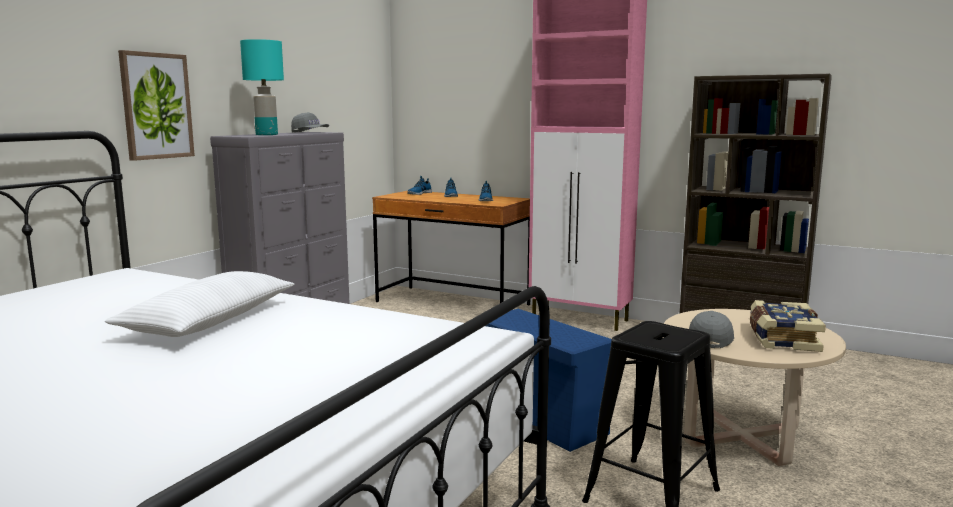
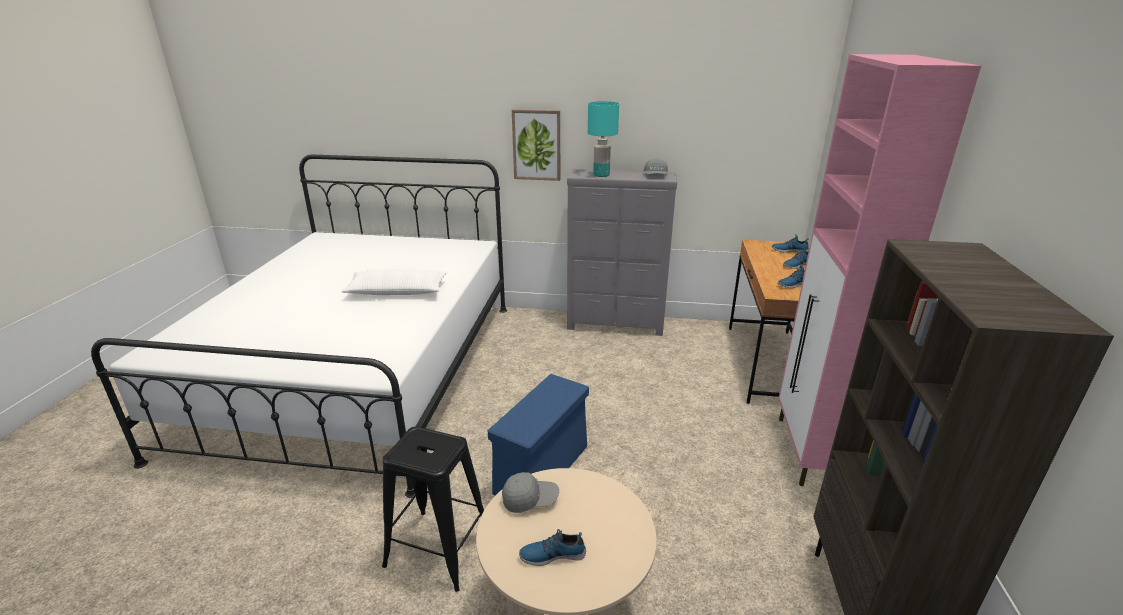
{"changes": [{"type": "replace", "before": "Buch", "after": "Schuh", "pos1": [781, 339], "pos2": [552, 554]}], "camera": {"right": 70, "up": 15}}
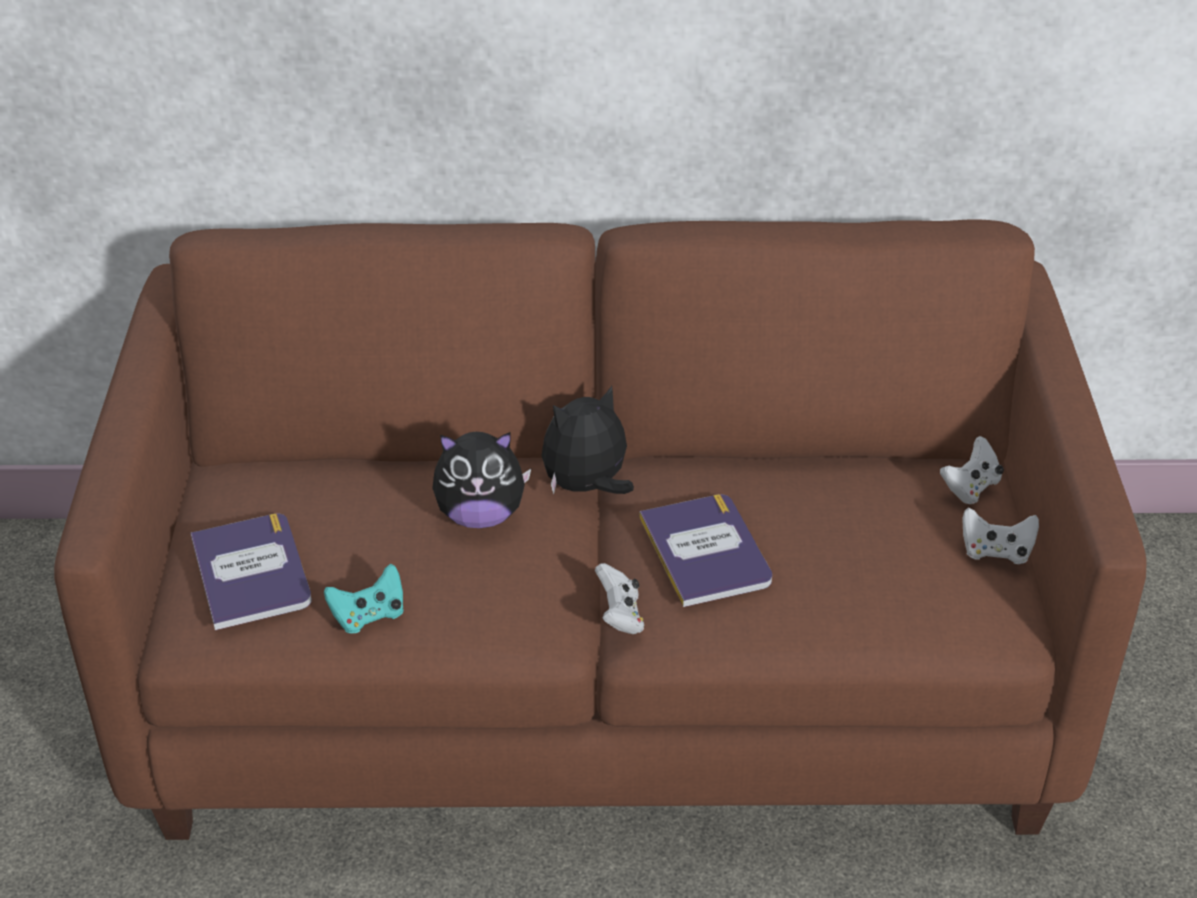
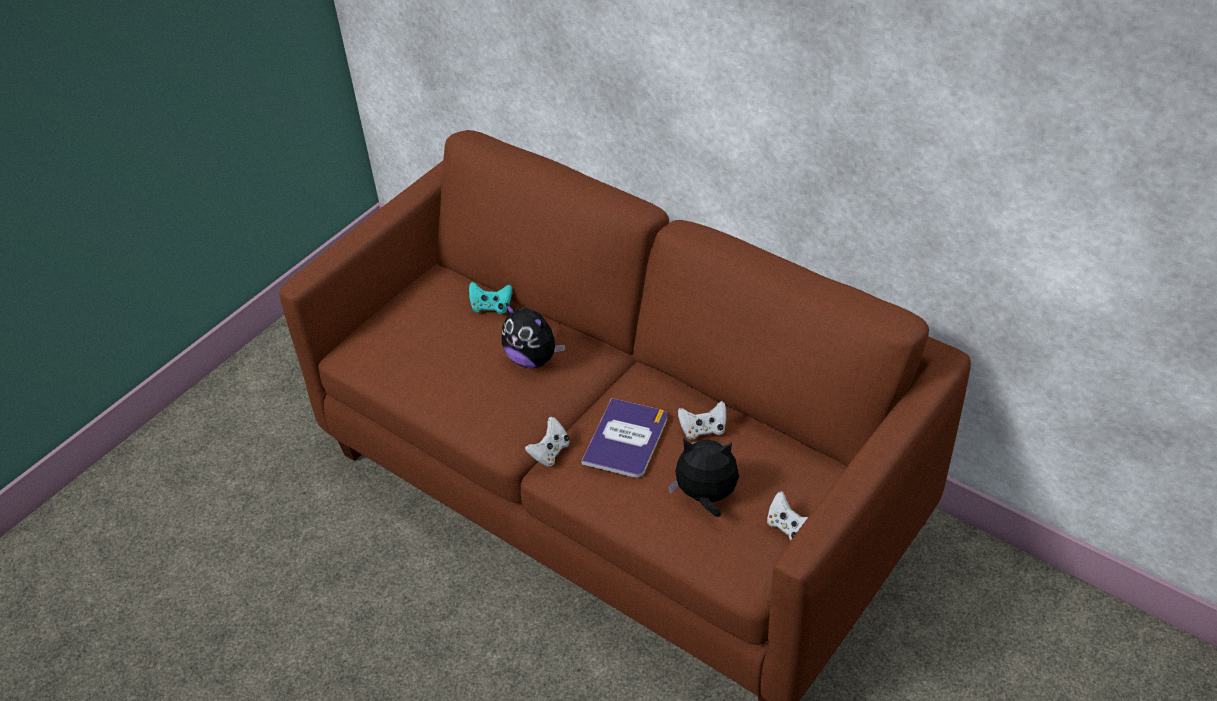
{"changes": [{"type": "delete", "before": "Buch", "pos1": [251, 572]}, {"type": "move", "before": "Gamepad [türkis]", "pos1": [369, 616], "pos2": [491, 307]}, {"type": "move", "before": "Plüschtier", "pos1": [587, 487], "pos2": [706, 497]}, {"type": "move", "before": "Gamepad [weiß]", "pos1": [970, 487], "pos2": [703, 430]}], "camera": {"right": 40, "up": 5}}
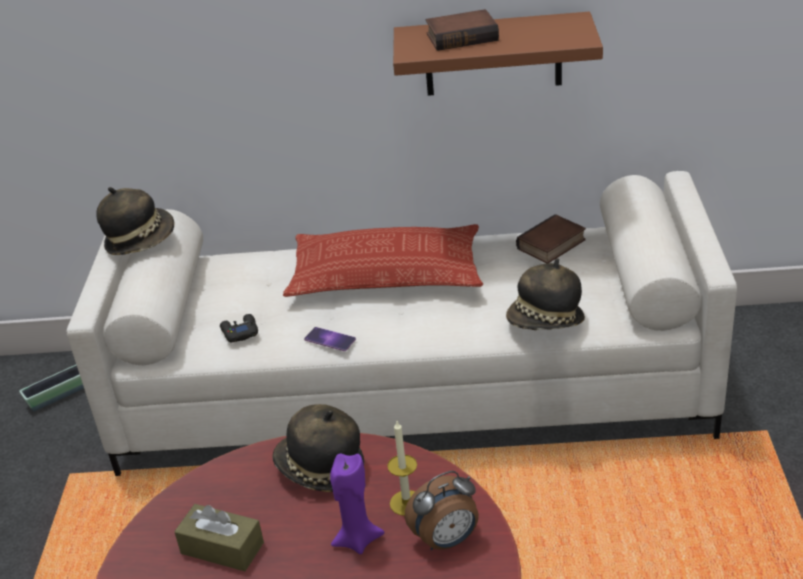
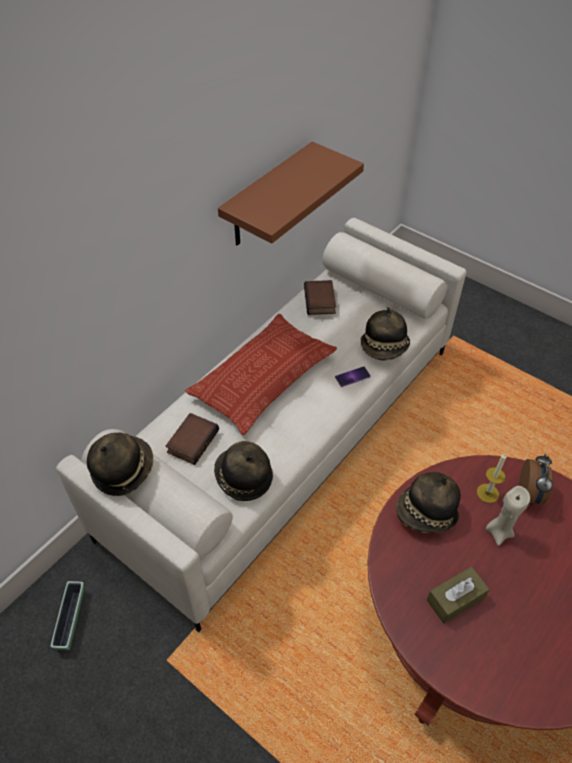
{"changes": [{"type": "move", "before": "Handy", "pos1": [330, 339], "pos2": [352, 377]}, {"type": "move", "before": "Buch", "pos1": [462, 36], "pos2": [192, 440]}, {"type": "replace", "before": "Gamepad [schwarz]", "after": "Hut", "pos1": [239, 332], "pos2": [243, 478]}, {"type": "recolor", "before": "Kerze [lila]", "after": "Kerze [beige]", "pos1": [357, 539], "pos2": [499, 531]}], "camera": {"right": -55, "up": 15}}
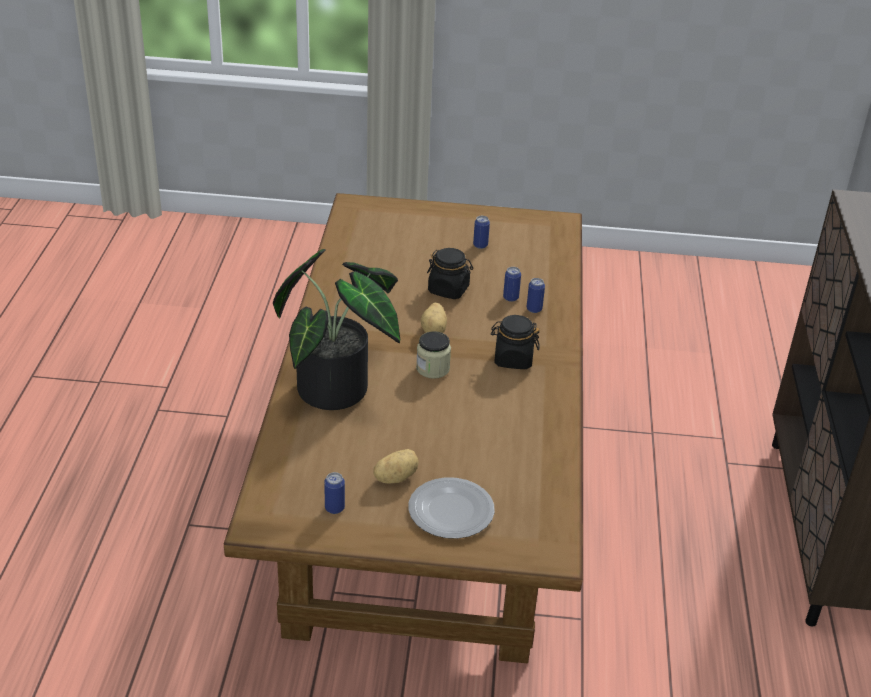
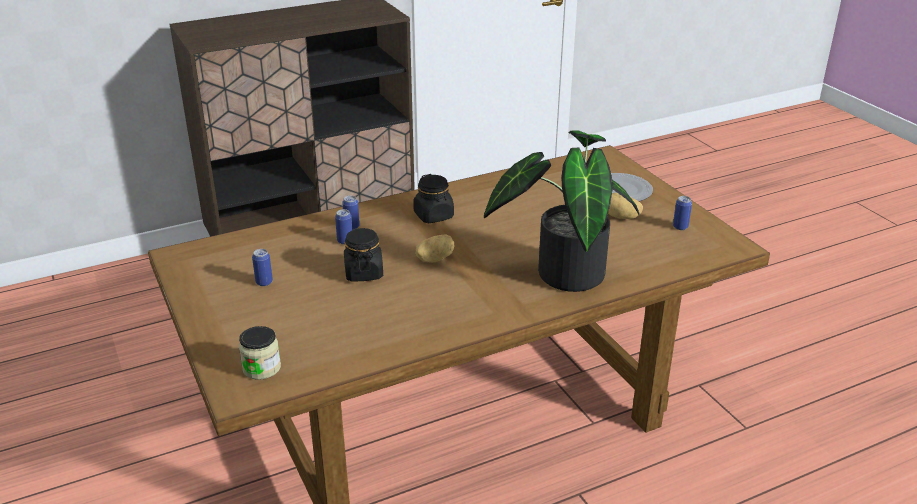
{"changes": [{"type": "move", "before": "Vorratsglas", "pos1": [433, 368], "pos2": [261, 368]}], "camera": {"right": -120, "up": -5}}
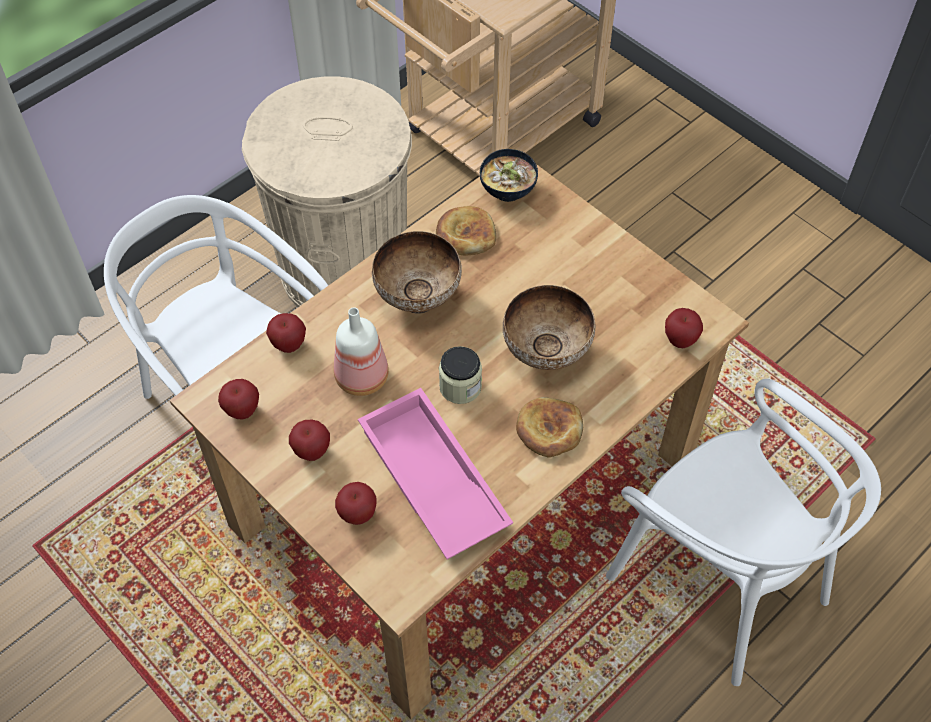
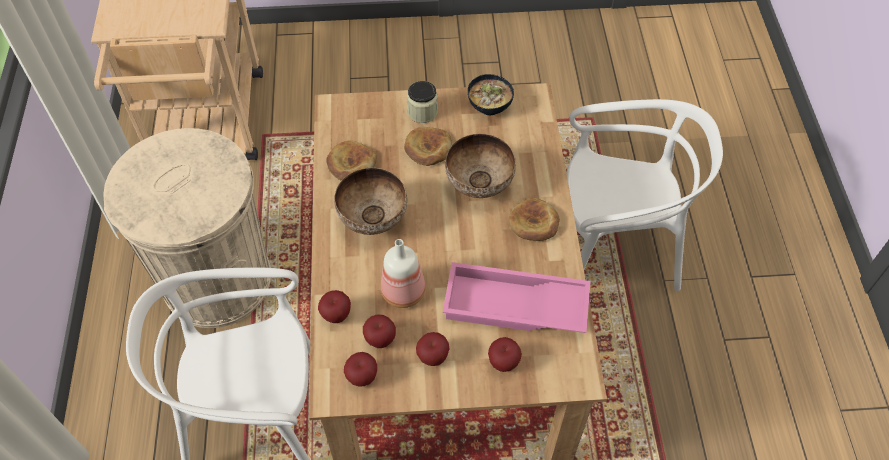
{"changes": [{"type": "insert", "after": "Brot", "pos2": [428, 148]}, {"type": "move", "before": "Vorratsglas", "pos1": [460, 387], "pos2": [422, 112]}, {"type": "move", "before": "Schüssel", "pos1": [509, 190], "pos2": [490, 106]}, {"type": "move", "before": "Apfel", "pos1": [680, 340], "pos2": [380, 340]}], "camera": {"right": -50, "up": 0}}
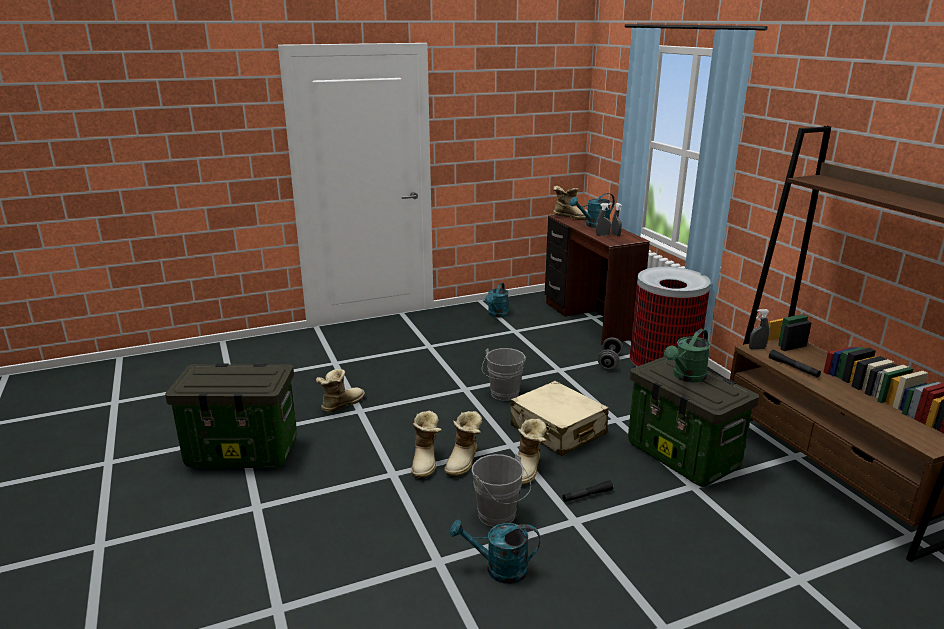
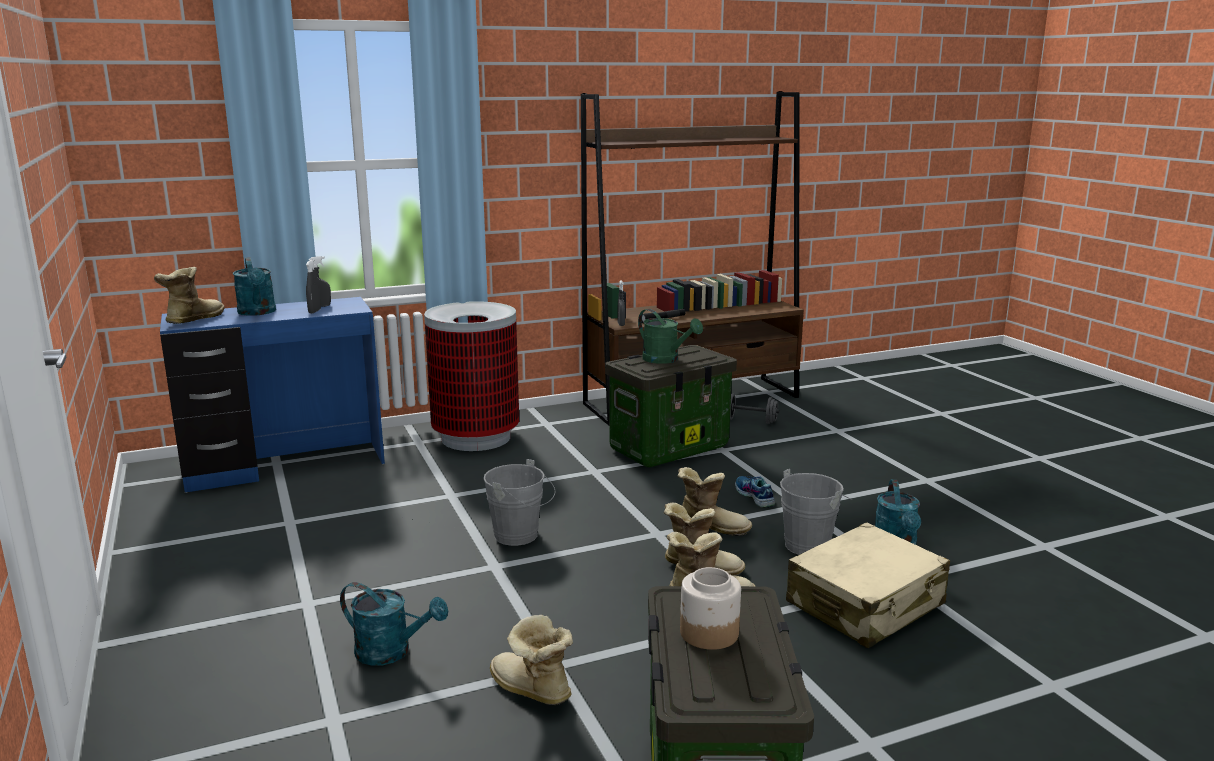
{"changes": [{"type": "insert", "after": "Vorratsglas", "pos2": [708, 633]}, {"type": "move", "before": "Gießkanne [türkis]", "pos1": [497, 315], "pos2": [392, 652]}, {"type": "move", "before": "Koffer [beige]", "pos1": [557, 430], "pos2": [865, 604]}, {"type": "move", "before": "Hantel [grau]", "pos1": [609, 362], "pos2": [749, 420]}, {"type": "replace", "before": "Taschenlampe [schwarz]", "after": "Schuh", "pos1": [587, 495], "pos2": [754, 496]}, {"type": "recolor", "before": "Schreibtisch [braun]", "after": "Schreibtisch [blau]", "pos1": [588, 320], "pos2": [285, 466]}], "camera": {"right": -90, "up": -5}}
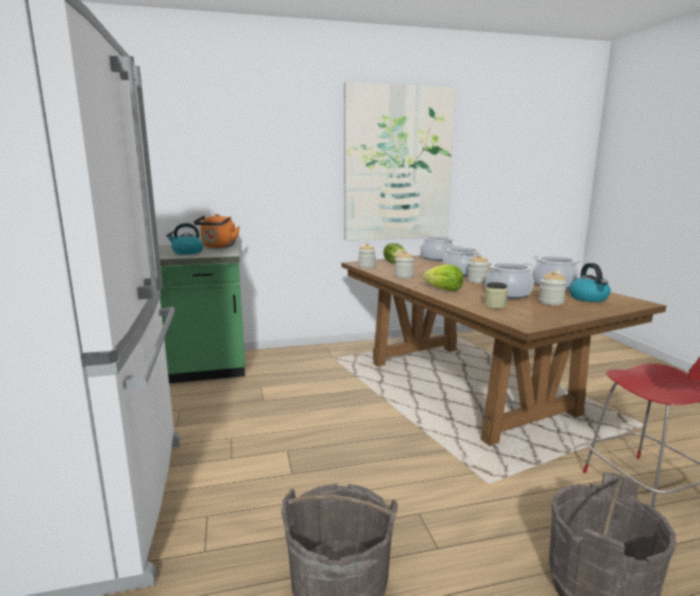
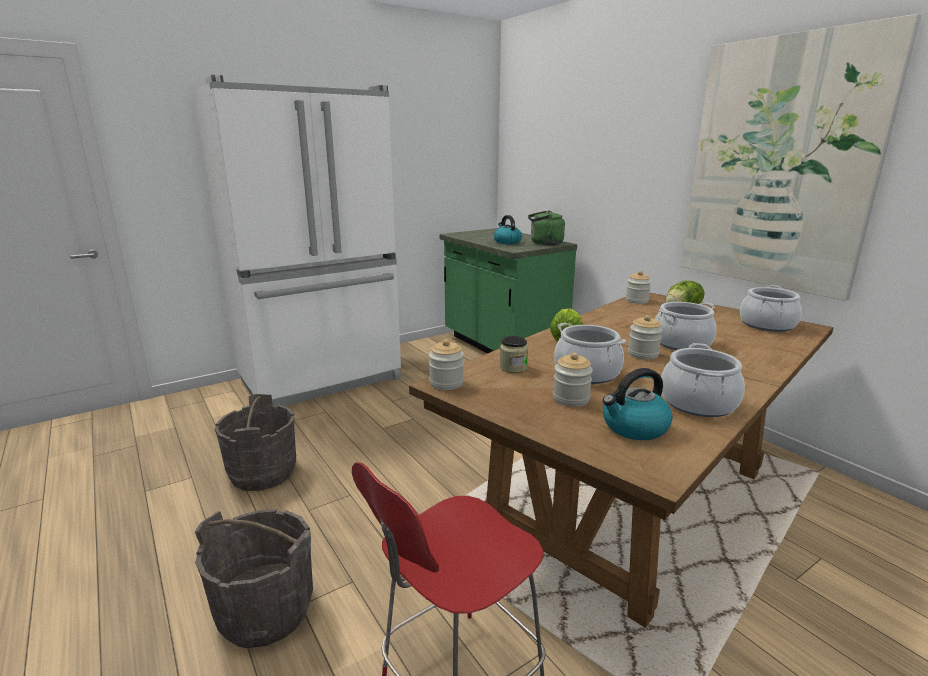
{"changes": [{"type": "move", "before": "Vorratsglas", "pos1": [404, 276], "pos2": [446, 383]}, {"type": "recolor", "before": "Wasserkessel [orange]", "after": "Wasserkessel [grün]", "pos1": [218, 247], "pos2": [544, 243]}], "camera": {"right": 70, "up": 5}}
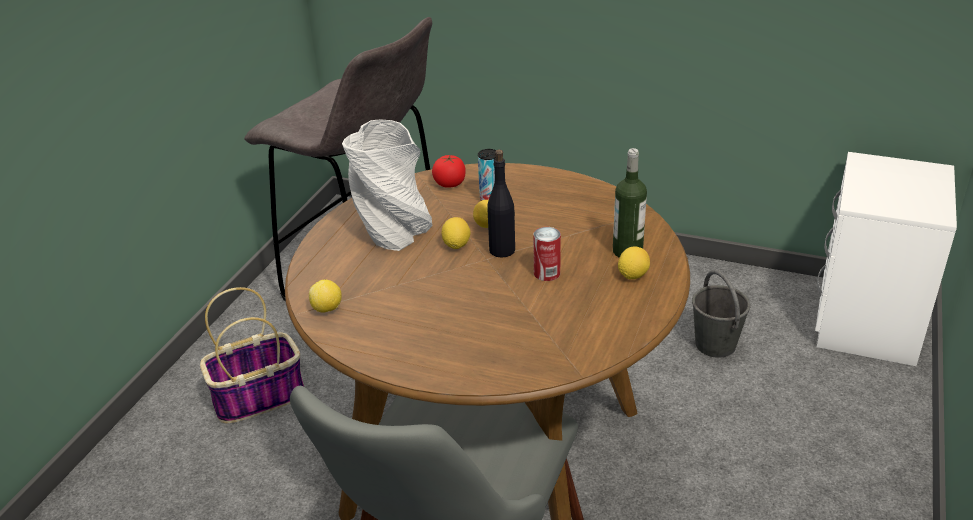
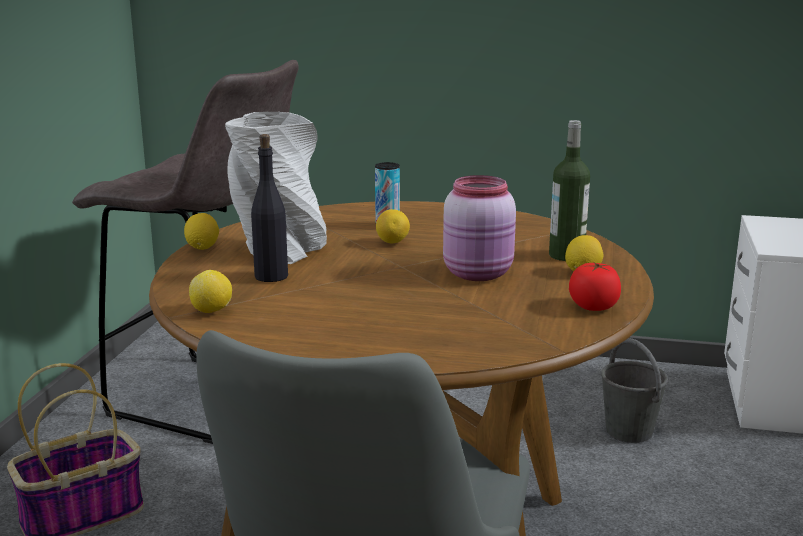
{"changes": [{"type": "move", "before": "Tomate", "pos1": [450, 183], "pos2": [593, 307]}, {"type": "move", "before": "Zitrone", "pos1": [456, 245], "pos2": [202, 248]}, {"type": "move", "before": "Flasche [schwarz]", "pos1": [502, 250], "pos2": [271, 276]}, {"type": "replace", "before": "Dose", "after": "Vorratsglas [rosa]", "pos1": [547, 273], "pos2": [479, 274]}], "camera": {"right": -10, "up": -15}}
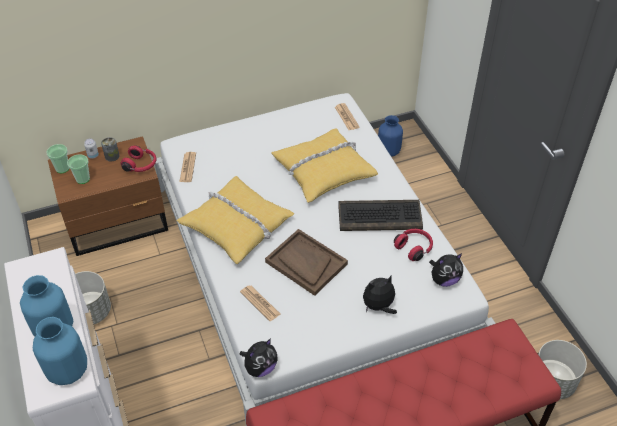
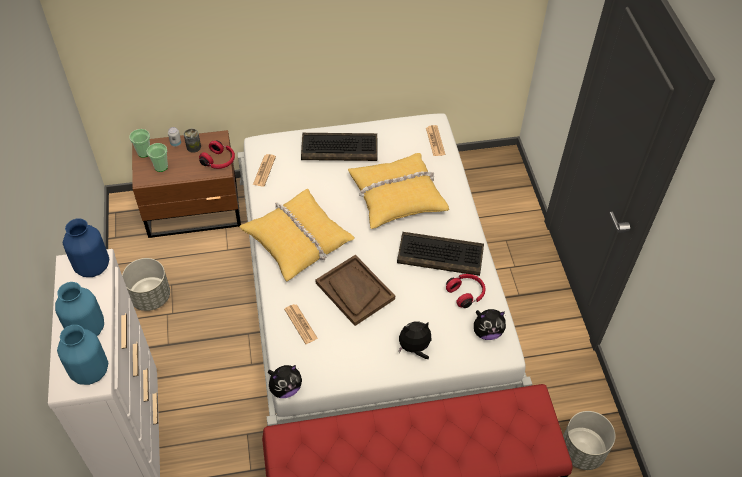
{"changes": [{"type": "insert", "after": "Tastatur", "pos2": [340, 148]}, {"type": "move", "before": "Vase [blau]", "pos1": [388, 151], "pos2": [93, 266]}], "camera": {"right": 10, "up": 5}}
